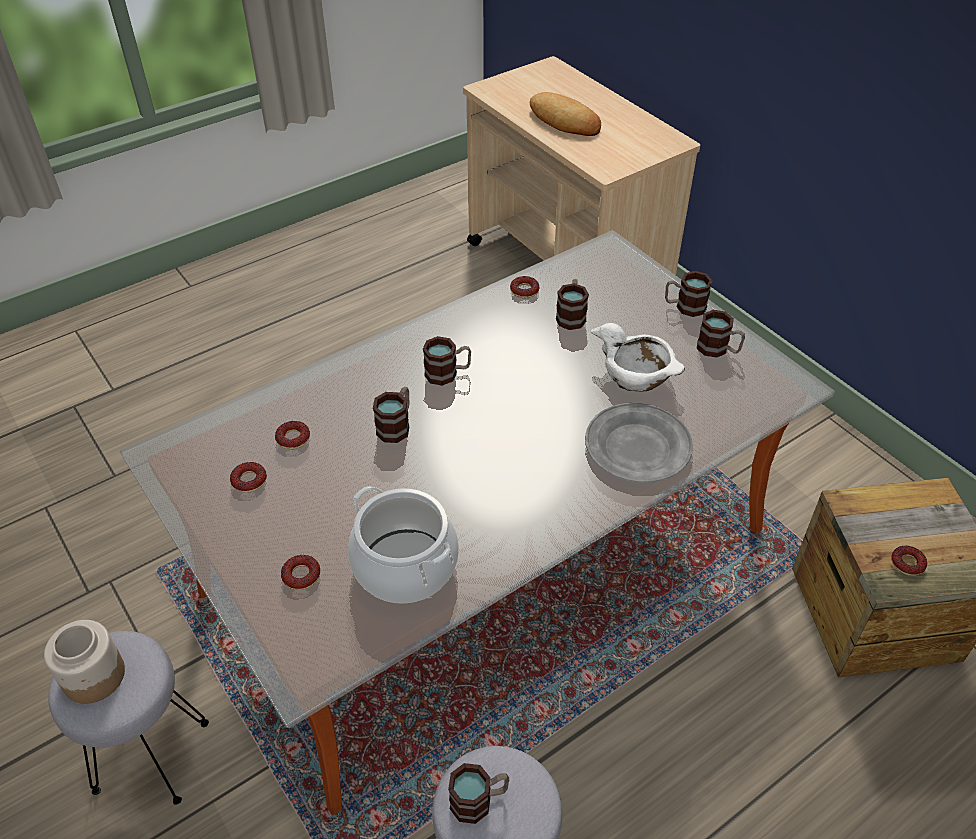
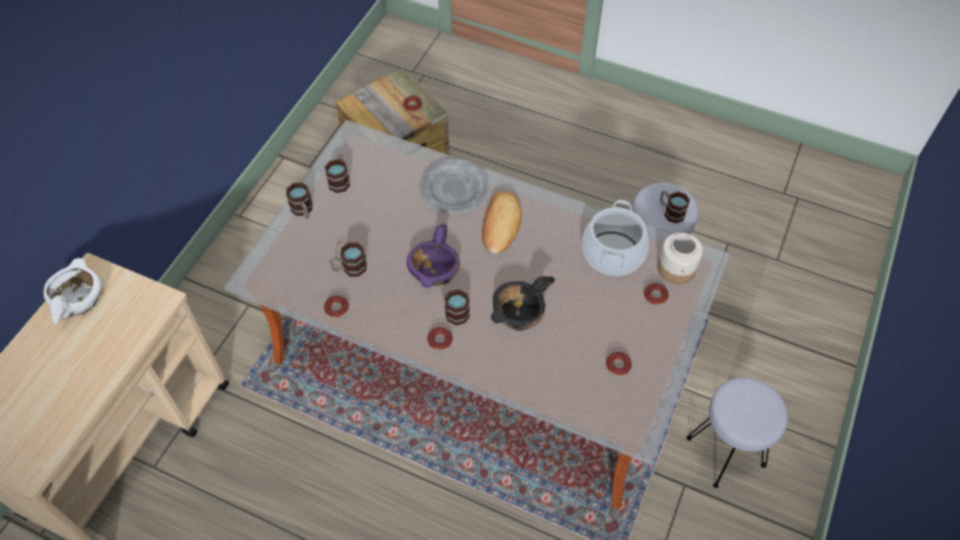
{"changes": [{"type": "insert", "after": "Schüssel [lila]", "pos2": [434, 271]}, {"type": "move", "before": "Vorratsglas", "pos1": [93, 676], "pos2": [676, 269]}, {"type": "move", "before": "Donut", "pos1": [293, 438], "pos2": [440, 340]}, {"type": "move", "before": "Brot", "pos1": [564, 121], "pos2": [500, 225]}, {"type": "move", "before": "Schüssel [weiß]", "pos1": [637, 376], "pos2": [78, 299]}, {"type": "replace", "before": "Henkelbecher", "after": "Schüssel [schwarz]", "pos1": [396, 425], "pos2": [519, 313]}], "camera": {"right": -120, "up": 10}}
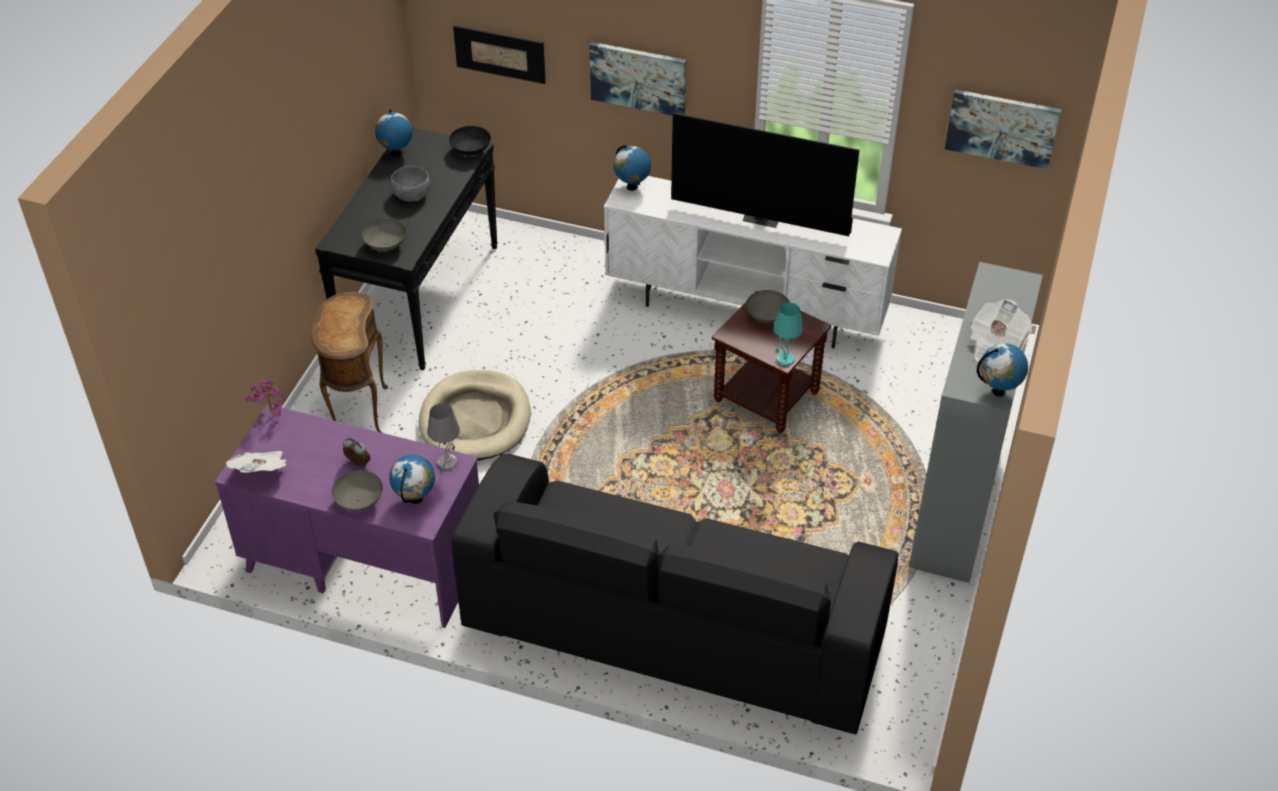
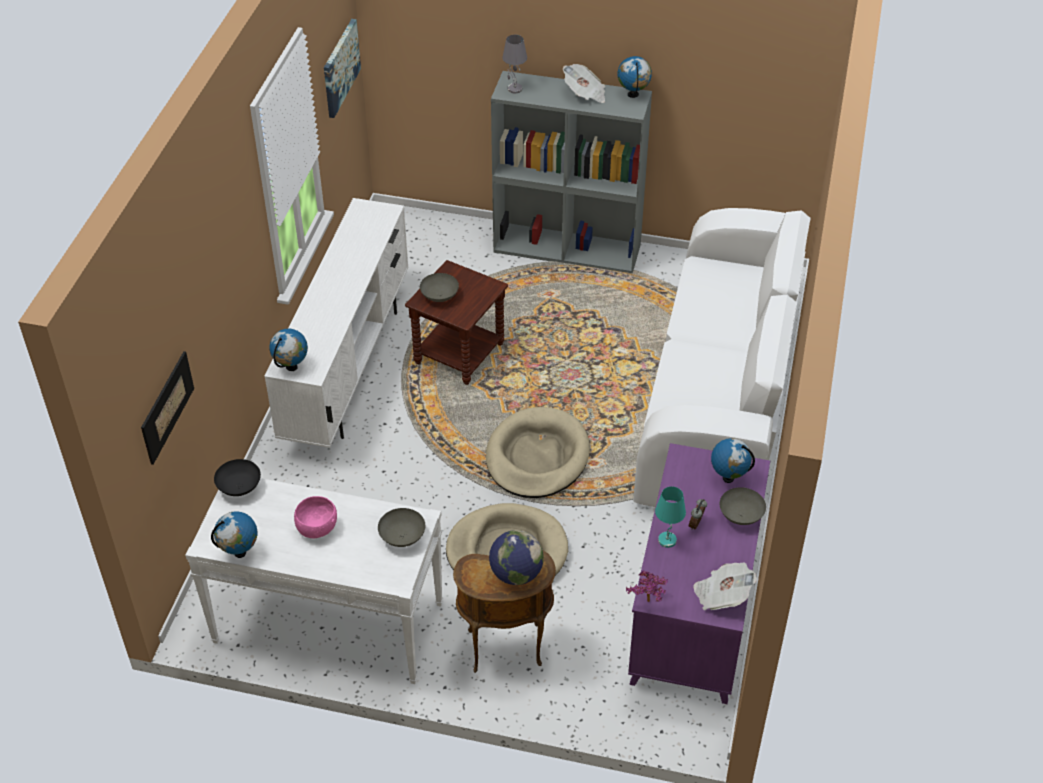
{"changes": [{"type": "delete", "before": "Bild", "pos1": [638, 78]}, {"type": "delete", "before": "Fernseher", "pos1": [762, 217]}, {"type": "insert", "after": "Hundebett [beige]", "pos2": [537, 457]}, {"type": "insert", "after": "Globus", "pos2": [516, 574]}, {"type": "move", "before": "Tischlampe [grau]", "pos1": [447, 462], "pos2": [514, 89]}, {"type": "move", "before": "Tischlampe [türkis]", "pos1": [784, 360], "pos2": [667, 540]}, {"type": "recolor", "before": "Konsolentisch [schwarz]", "after": "Konsolentisch [weiß]", "pos1": [420, 296], "pos2": [327, 623]}, {"type": "recolor", "before": "Schüssel [grau]", "after": "Schüssel [rosa]", "pos1": [411, 195], "pos2": [317, 528]}, {"type": "recolor", "before": "Sofa [schwarz]", "after": "Sofa [weiß]", "pos1": [674, 628], "pos2": [719, 399]}], "camera": {"right": -95, "up": 0}}
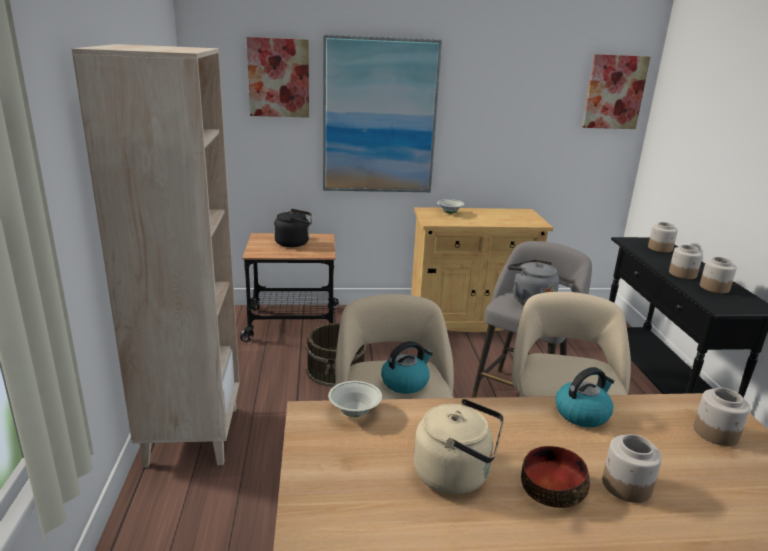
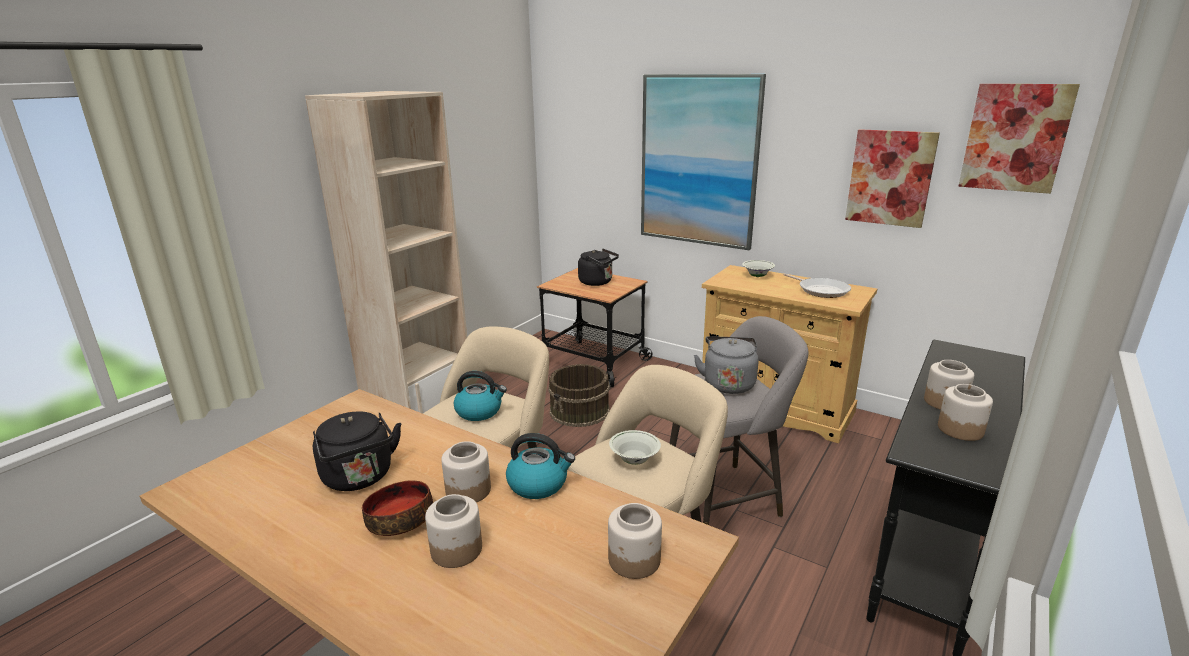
{"changes": [{"type": "insert", "after": "Pfanne", "pos2": [821, 290]}, {"type": "move", "before": "Bild", "pos1": [278, 78], "pos2": [890, 178]}, {"type": "move", "before": "Schüssel [weiß]", "pos1": [354, 412], "pos2": [634, 460]}, {"type": "move", "before": "Vorratsglas", "pos1": [660, 248], "pos2": [468, 491]}, {"type": "recolor", "before": "Wasserkessel [beige]", "after": "Wasserkessel [schwarz]", "pos1": [456, 475], "pos2": [360, 478]}], "camera": {"right": 40, "up": 0}}
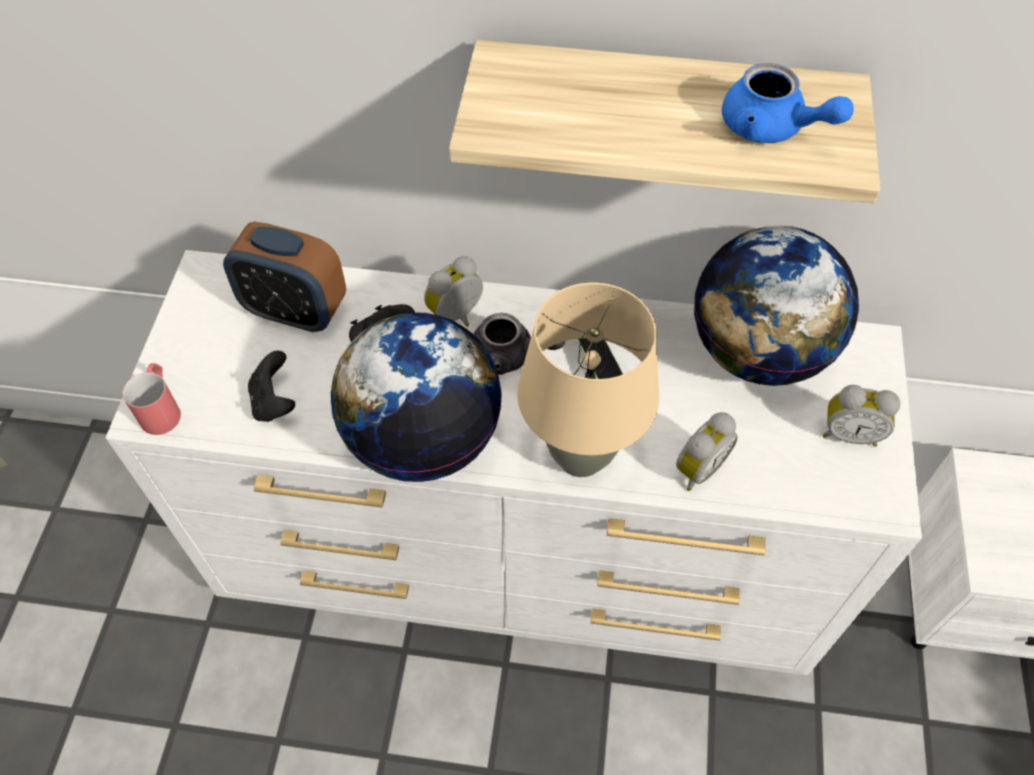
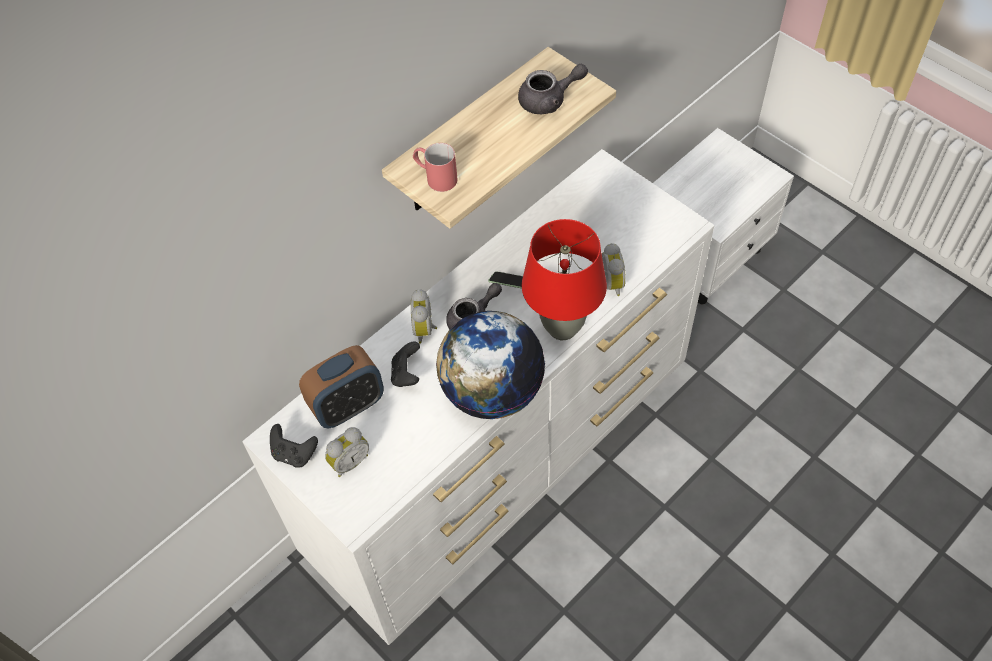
{"changes": [{"type": "delete", "before": "Globus", "pos1": [757, 352]}, {"type": "move", "before": "Henkelbecher [rot]", "pos1": [161, 408], "pos2": [435, 177]}, {"type": "move", "before": "Gamepad [schwarz]", "pos1": [274, 402], "pos2": [294, 454]}, {"type": "move", "before": "Wecker", "pos1": [849, 433], "pos2": [349, 461]}, {"type": "recolor", "before": "Tischlampe [beige]", "after": "Tischlampe [rot]", "pos1": [580, 457], "pos2": [562, 328]}, {"type": "recolor", "before": "Teekanne [blau]", "after": "Teekanne [grau]", "pos1": [771, 129], "pos2": [549, 100]}], "camera": {"right": -50, "up": 0}}
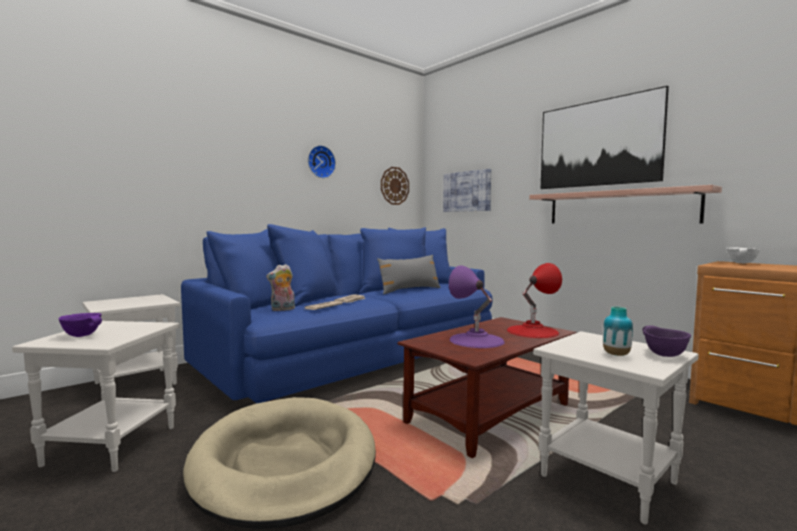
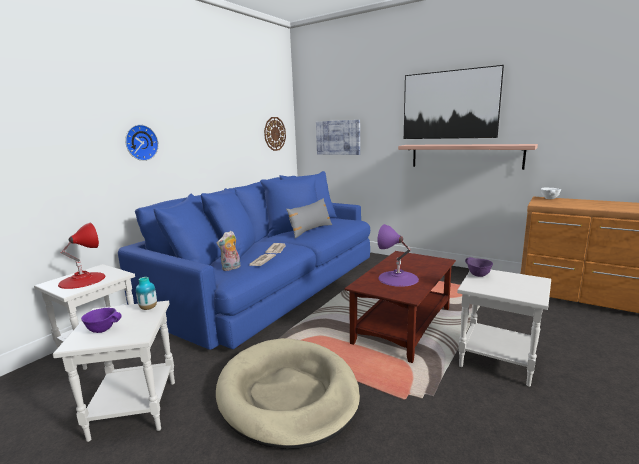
{"changes": [{"type": "move", "before": "Wanduhr", "pos1": [320, 162], "pos2": [140, 142]}, {"type": "move", "before": "Tischlampe [rot]", "pos1": [532, 331], "pos2": [82, 280]}, {"type": "move", "before": "Vase", "pos1": [616, 354], "pos2": [148, 308]}, {"type": "move", "before": "Schüssel [lila]", "pos1": [663, 355], "pos2": [477, 275]}], "camera": {"right": -15, "up": 10}}
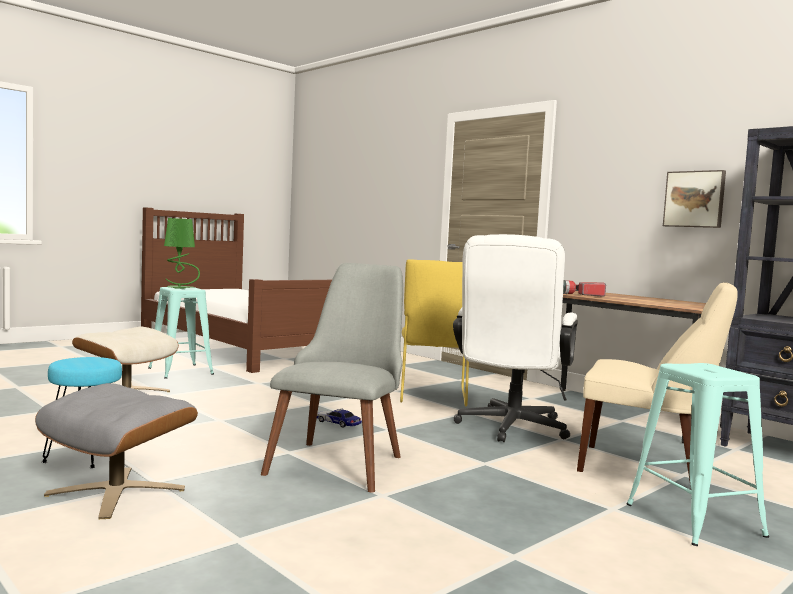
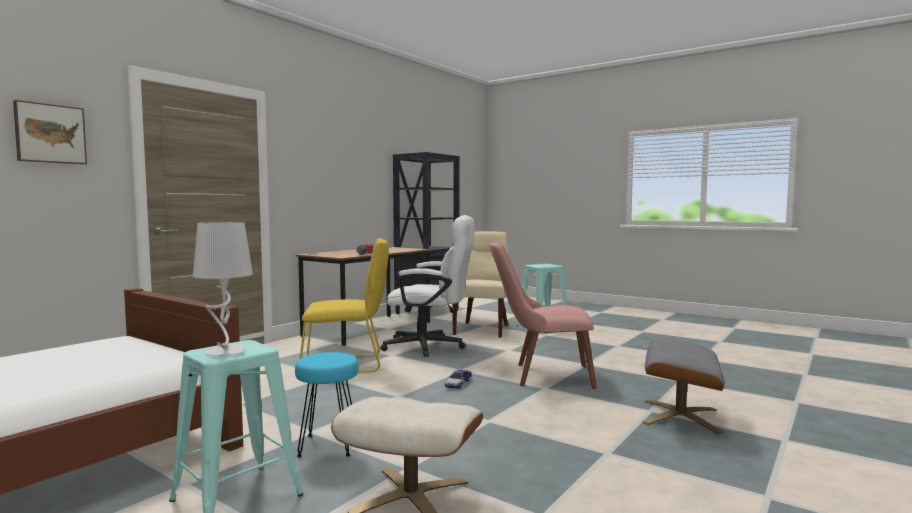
{"changes": [{"type": "move", "before": "Hocker [türkis]", "pos1": [85, 457], "pos2": [329, 445]}, {"type": "move", "before": "Bild", "pos1": [694, 199], "pos2": [50, 134]}, {"type": "recolor", "before": "Tischlampe [grün]", "after": "Tischlampe [grau]", "pos1": [180, 287], "pos2": [224, 351]}, {"type": "recolor", "before": "Stuhl [grau]", "after": "Stuhl [rosa]", "pos1": [341, 459], "pos2": [541, 375]}], "camera": {"right": -100, "up": 0}}
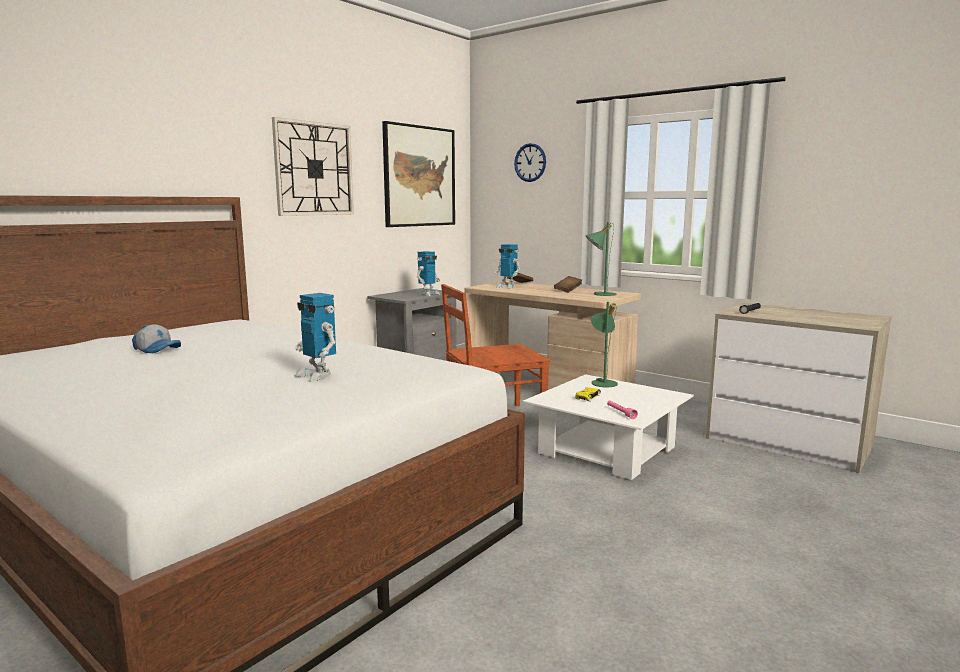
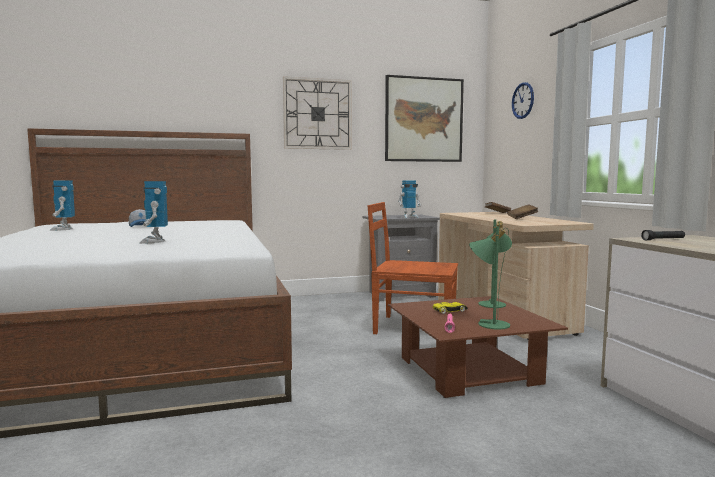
{"changes": [{"type": "move", "before": "Spielzeugroboter", "pos1": [507, 287], "pos2": [63, 229]}, {"type": "move", "before": "Tischlampe [grün]", "pos1": [600, 294], "pos2": [488, 323]}, {"type": "recolor", "before": "Couchtisch [weiß]", "after": "Couchtisch [braun]", "pos1": [607, 450], "pos2": [468, 370]}], "camera": {"right": 35, "up": -5}}
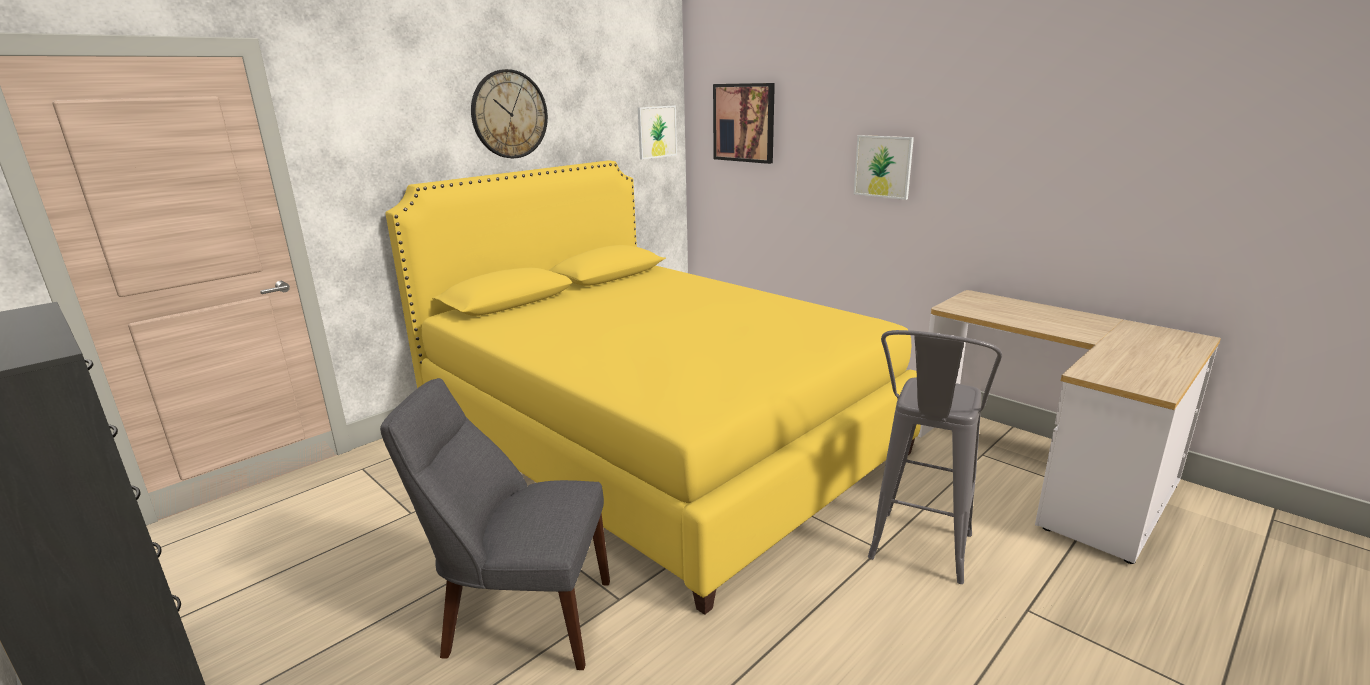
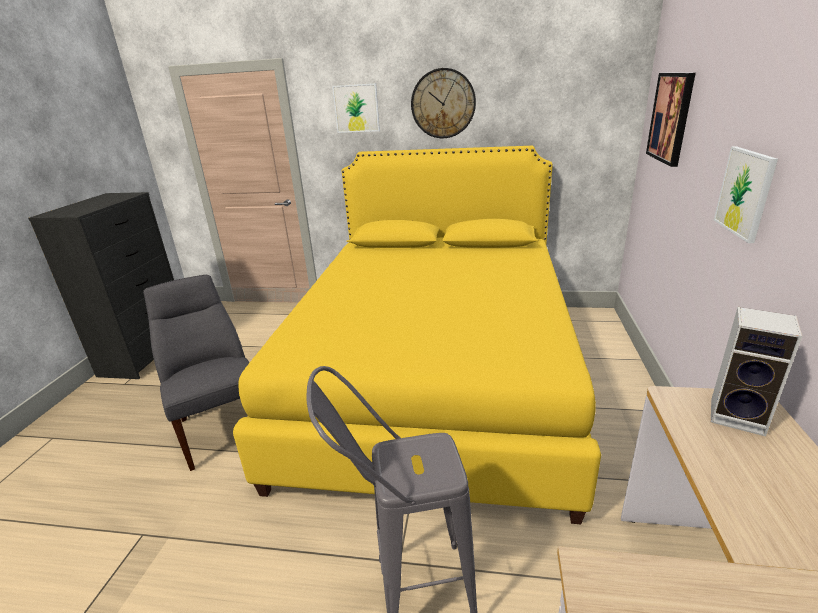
{"changes": [{"type": "insert", "after": "Lautsprecher", "pos2": [739, 416]}, {"type": "move", "before": "Bild", "pos1": [656, 132], "pos2": [356, 108]}], "camera": {"right": 55, "up": 5}}
